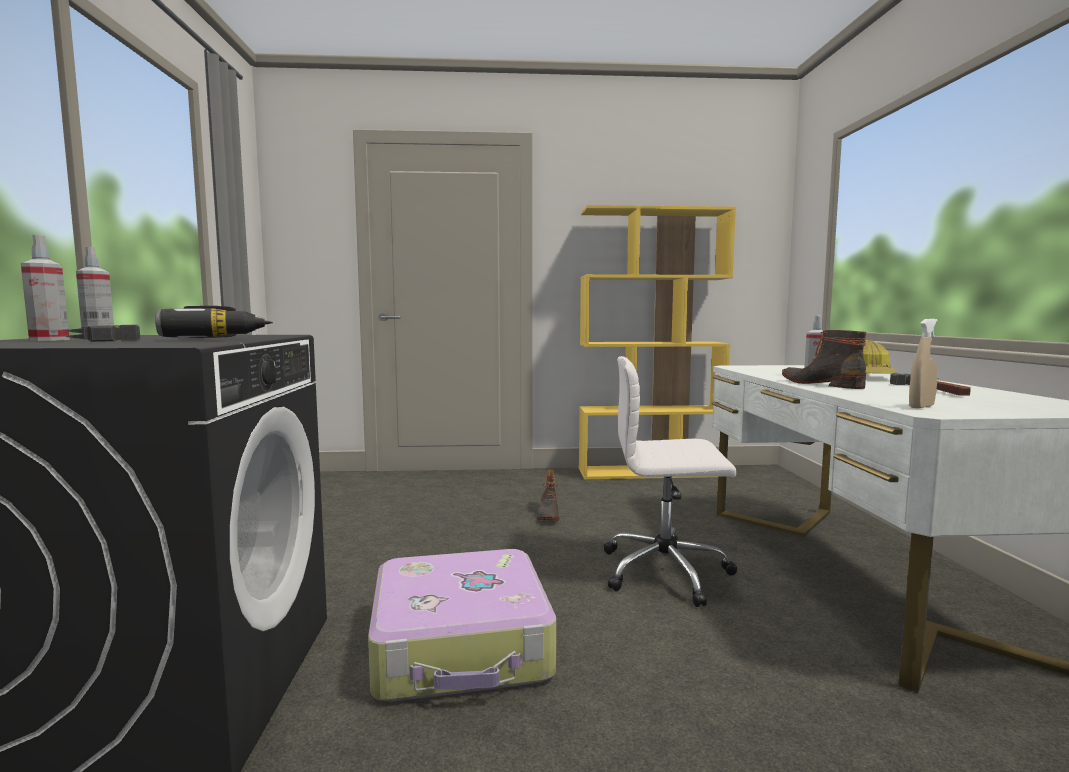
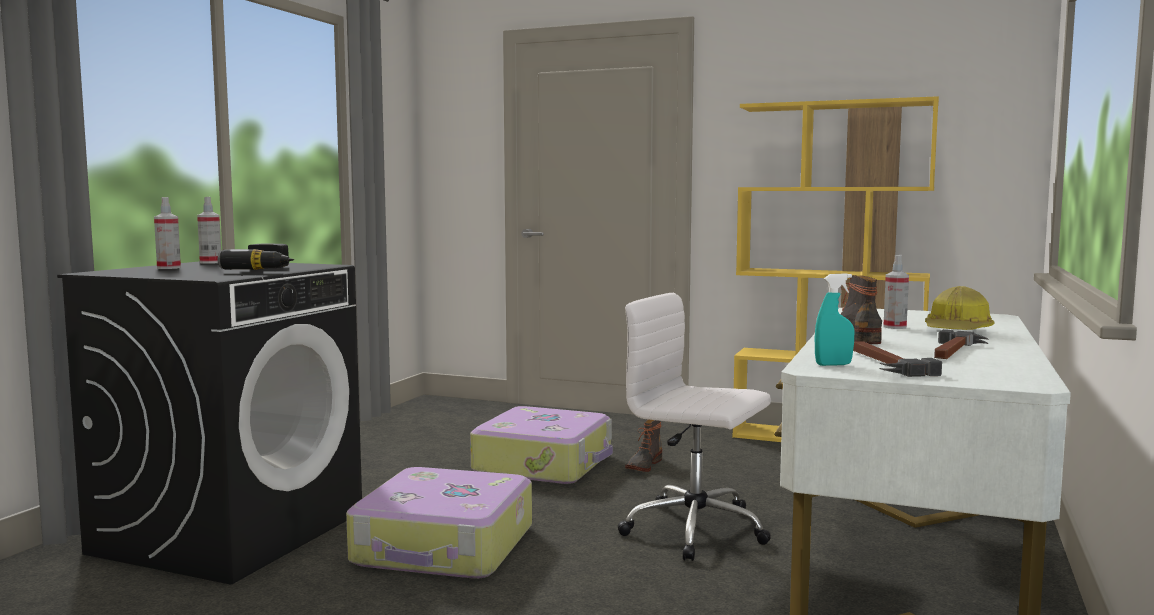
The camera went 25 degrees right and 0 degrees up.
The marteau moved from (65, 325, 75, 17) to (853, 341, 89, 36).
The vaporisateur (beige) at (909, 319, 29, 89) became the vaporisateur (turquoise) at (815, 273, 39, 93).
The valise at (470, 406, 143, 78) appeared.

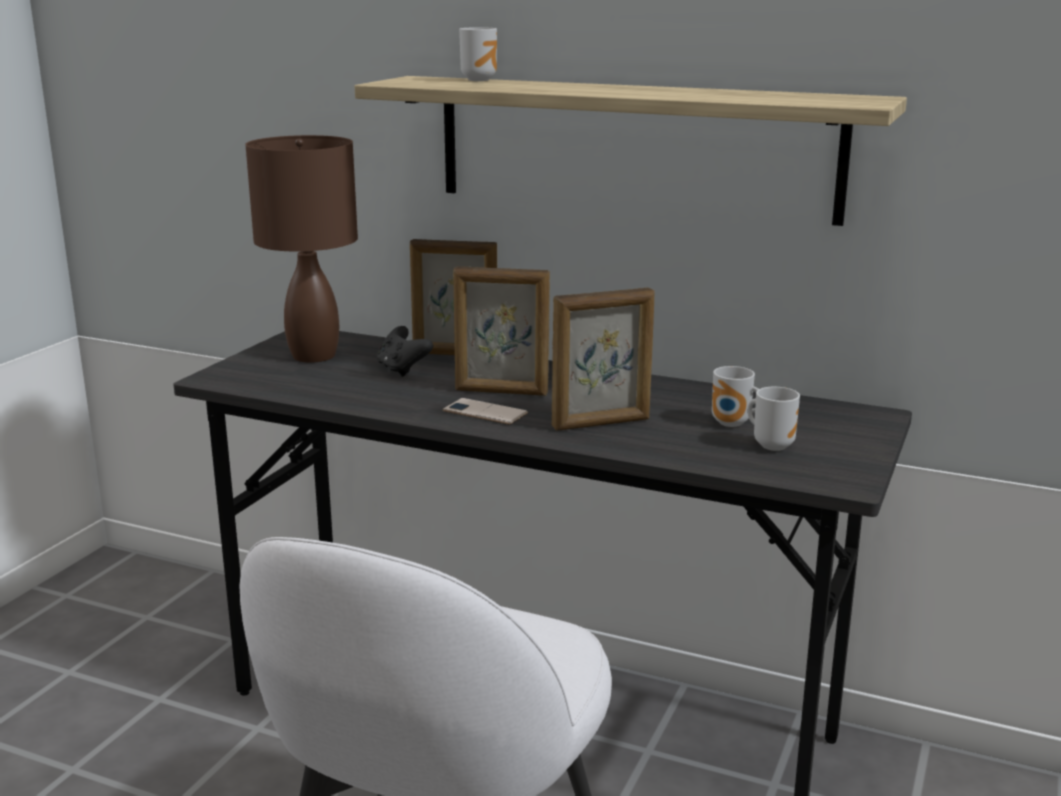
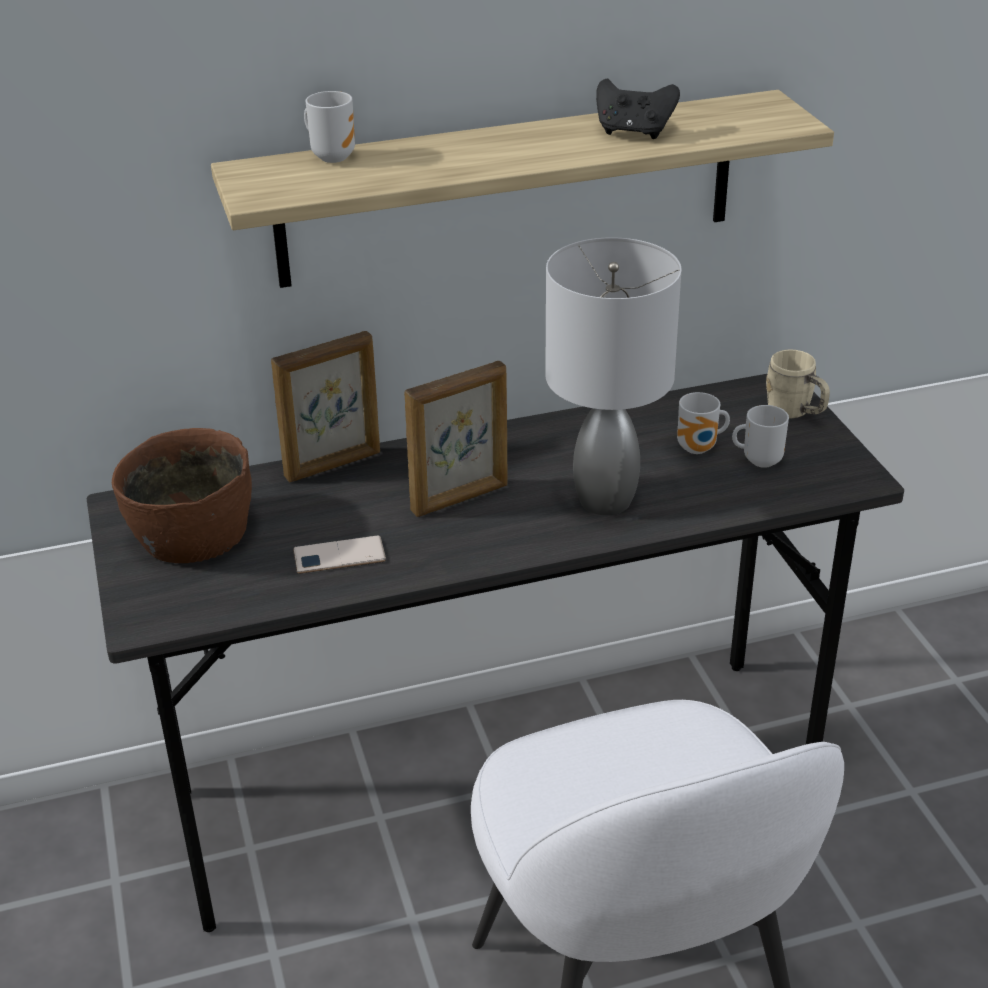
The camera went 40 degrees left and 15 degrees up.
The lampe de table (marron) at (245, 135, 113, 228) was replaced by the bol (marron) at (112, 428, 140, 135).
The manette (noir) moved from (377, 326, 56, 51) to (596, 78, 84, 61).
The téléphone moved from (443, 398, 85, 27) to (293, 535, 93, 39).
The cadre photo at (552, 288, 102, 143) was replaced by the lampe de table (gris) at (545, 237, 136, 278).
The mug (beige) at (766, 349, 64, 70) appeared.

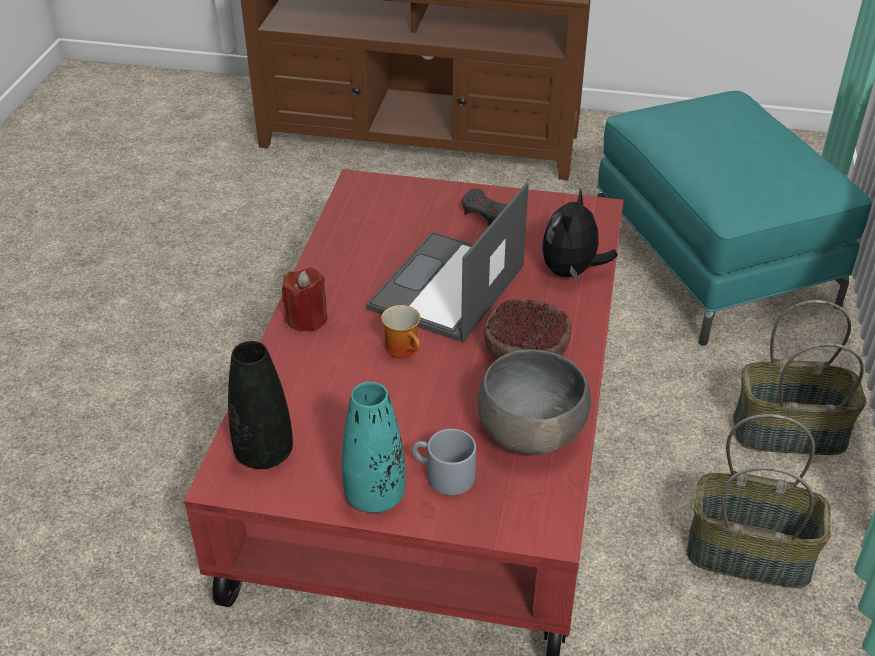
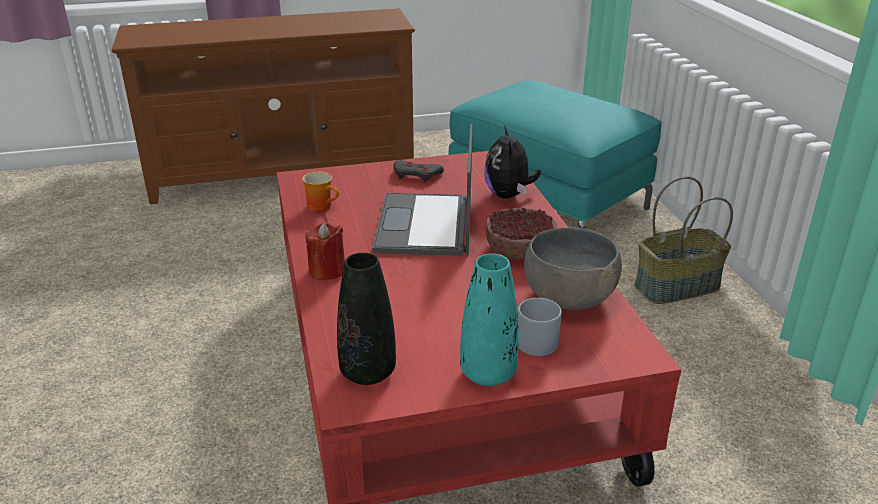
The camera went 25 degrees left and 10 degrees down.
The mug moved from (381, 305, 40, 54) to (302, 172, 37, 40).
The panier at (687, 414, 144, 174) disappeared.

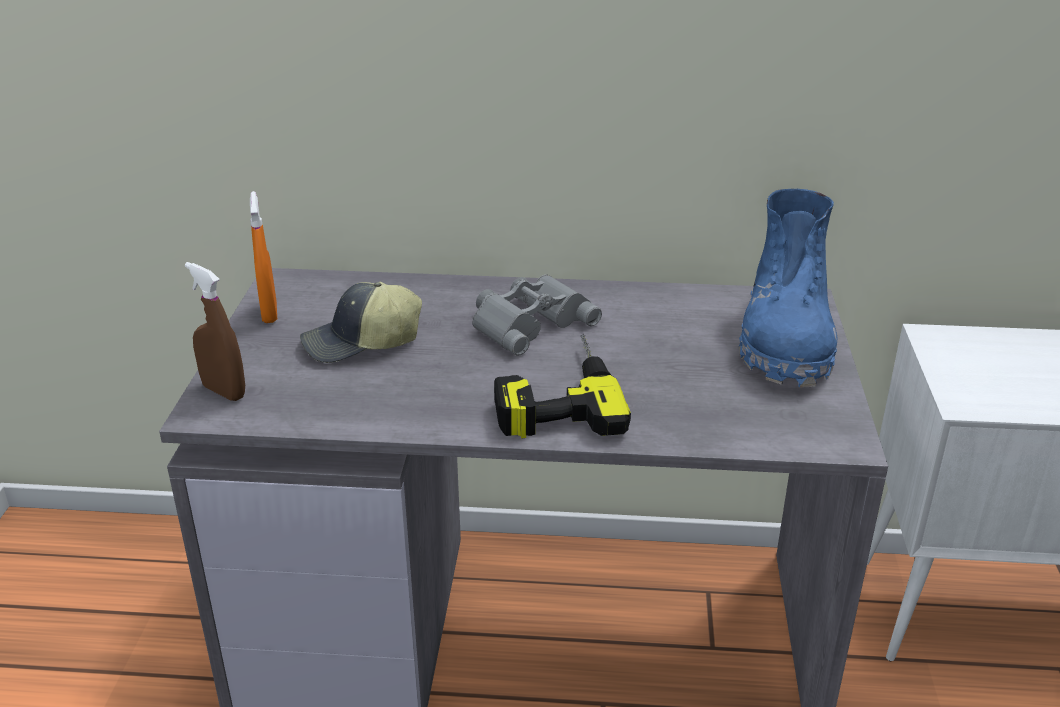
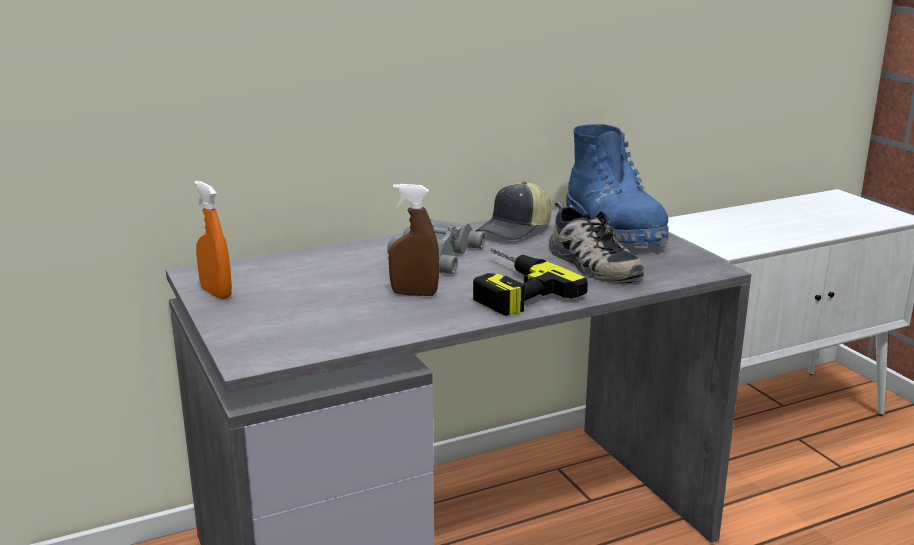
The camera went 30 degrees left and 10 degrees down.
The vaporisateur (marron) moved from (185, 262, 60, 139) to (388, 184, 51, 112).
The casquette moved from (300, 282, 122, 81) to (476, 181, 76, 59).
The chaussure at (549, 202, 95, 81) appeared.

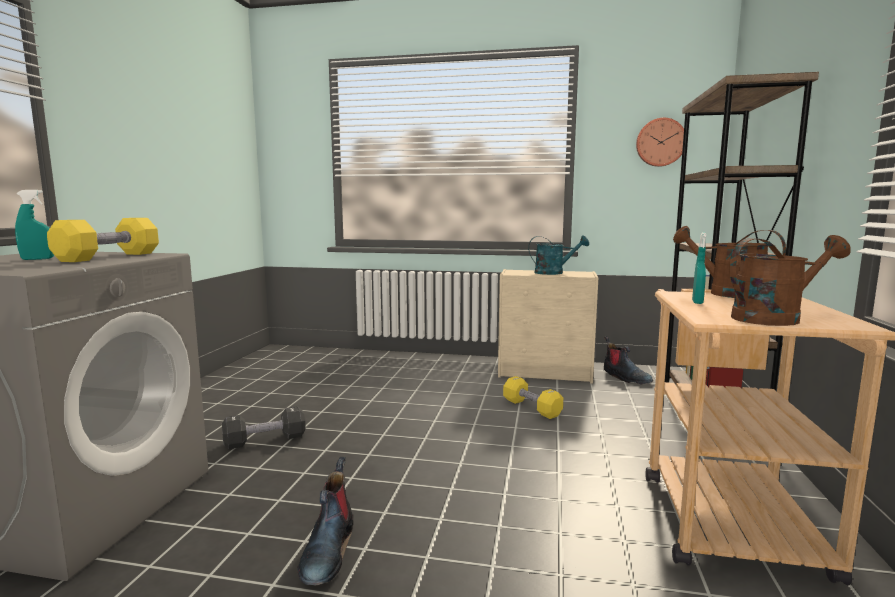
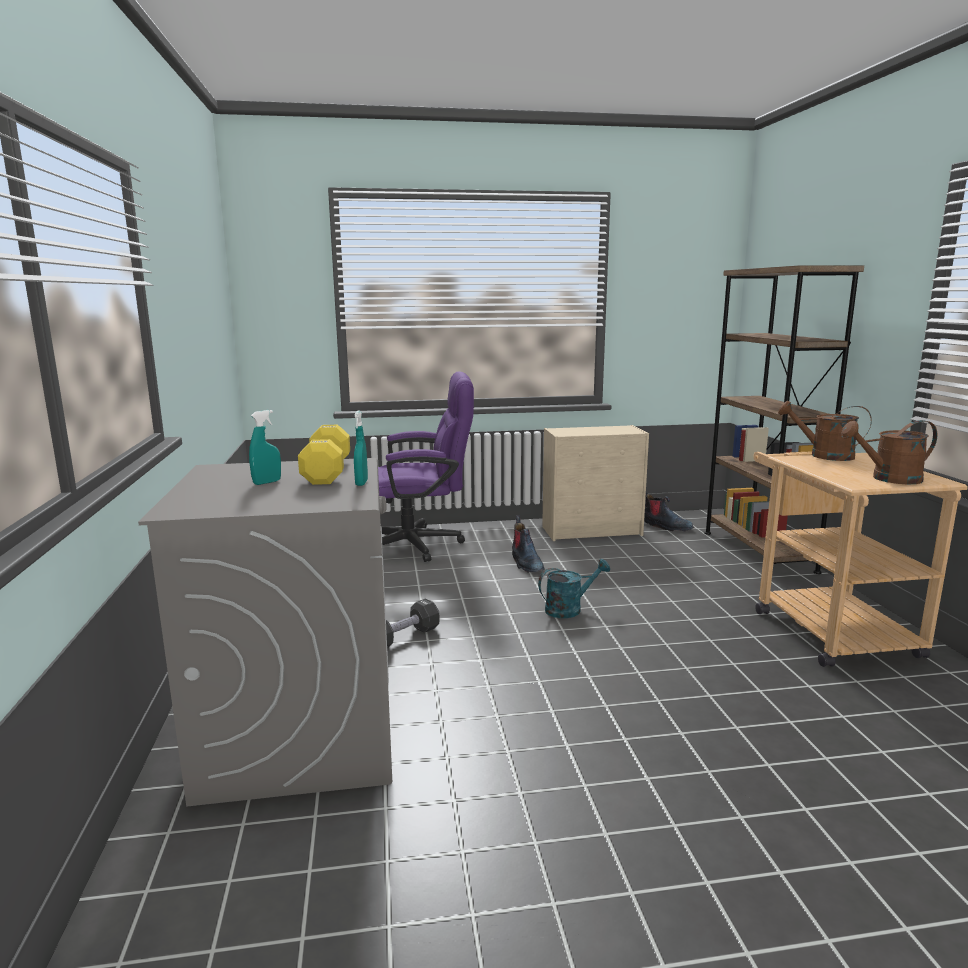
The camera went 20 degrees left and 5 degrees up.
The botte moved from (297, 457, 56, 129) to (512, 515, 32, 58).
The haltère (jaune) at (503, 376, 60, 43) disappeared.
The arrosoir (turquoise) moved from (528, 236, 61, 39) to (538, 559, 72, 59).
The horloge murale at (636, 118, 48, 49) disappeared.
The vaporisateur (turquoise) moved from (692, 233, 14, 71) to (354, 411, 14, 75).
The arrosoir (marron) at (729, 235, 122, 91) turned 150 degrees counterclockwise.
The chaise de bureau (violet) at (378, 371, 96, 191) appeared.

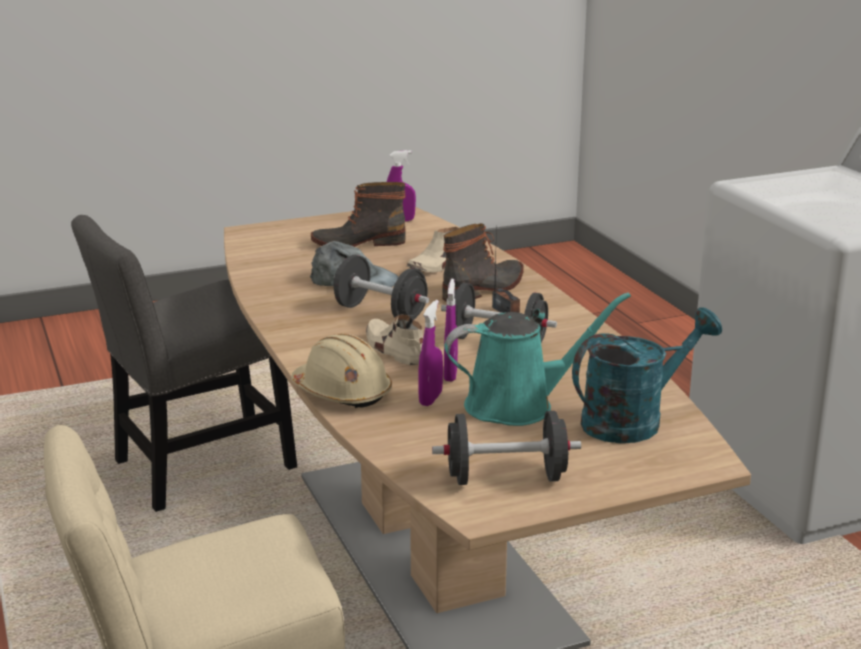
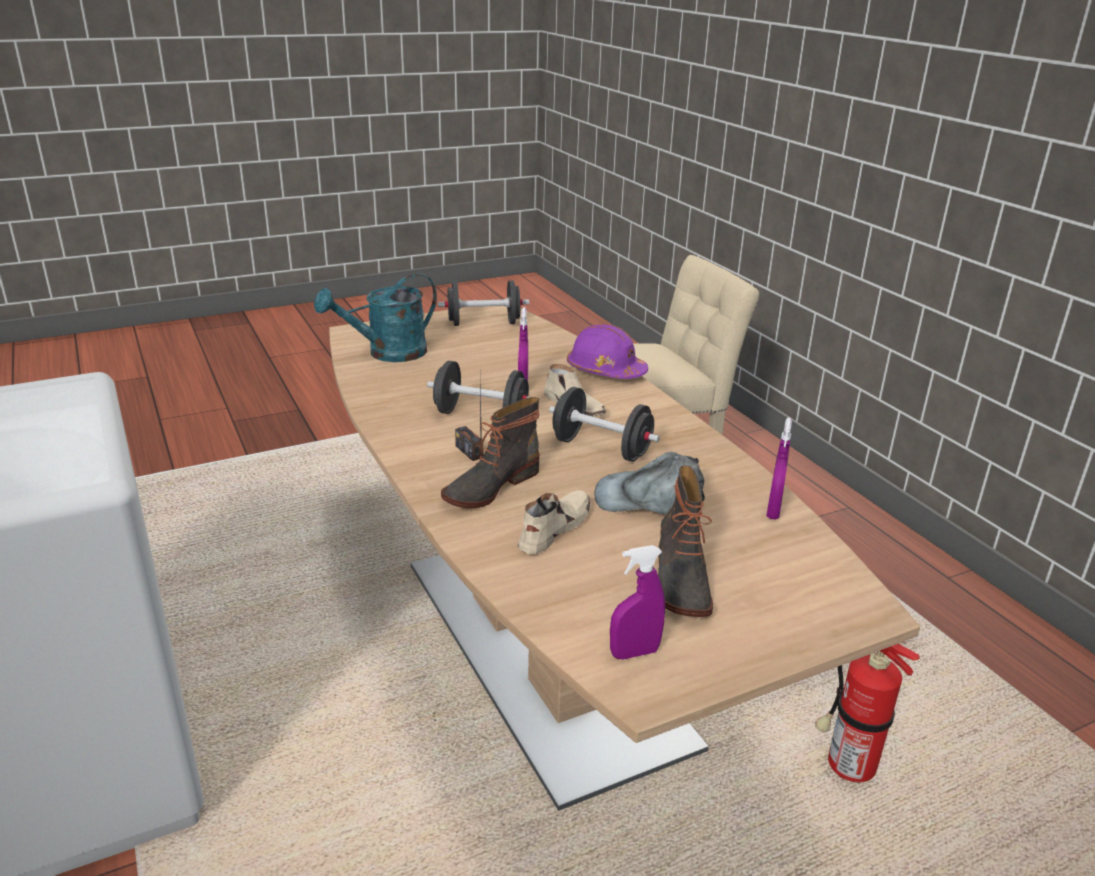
The camera went 175 degrees right and 5 degrees up.
The chaise (gris) at (71, 215, 226, 297) was replaced by the extincteur at (815, 642, 105, 141).
The casque de chantier (beige) at (291, 334, 101, 74) became the casque de chantier (violet) at (567, 324, 81, 55).
The botte at (311, 182, 95, 65) turned 105 degrees clockwise.
The vaporisateur (violet) moved from (418, 300, 25, 106) to (766, 418, 26, 101).
The arrosoir (turquoise) at (445, 292, 186, 134) disappeared.

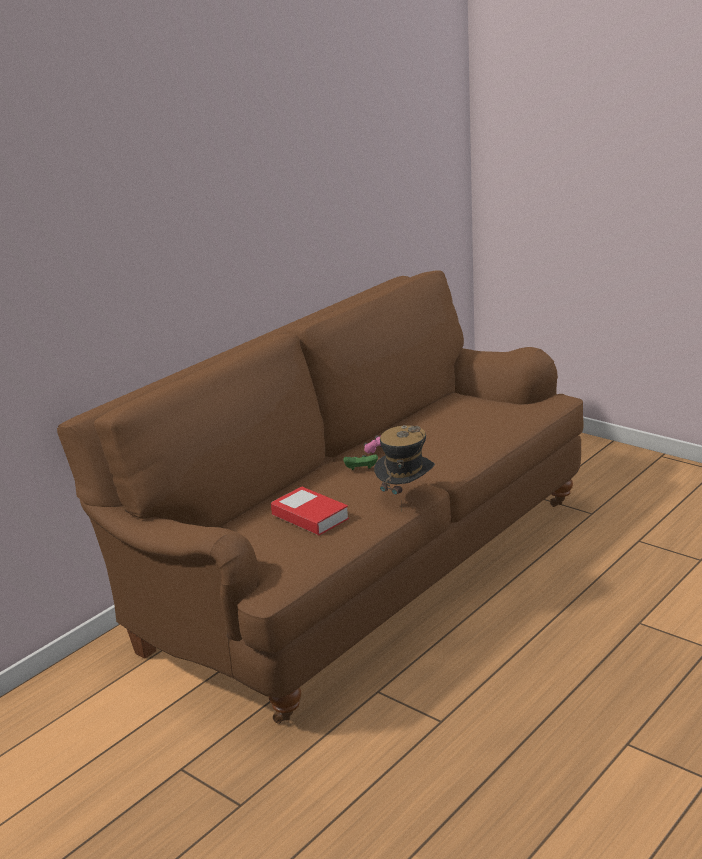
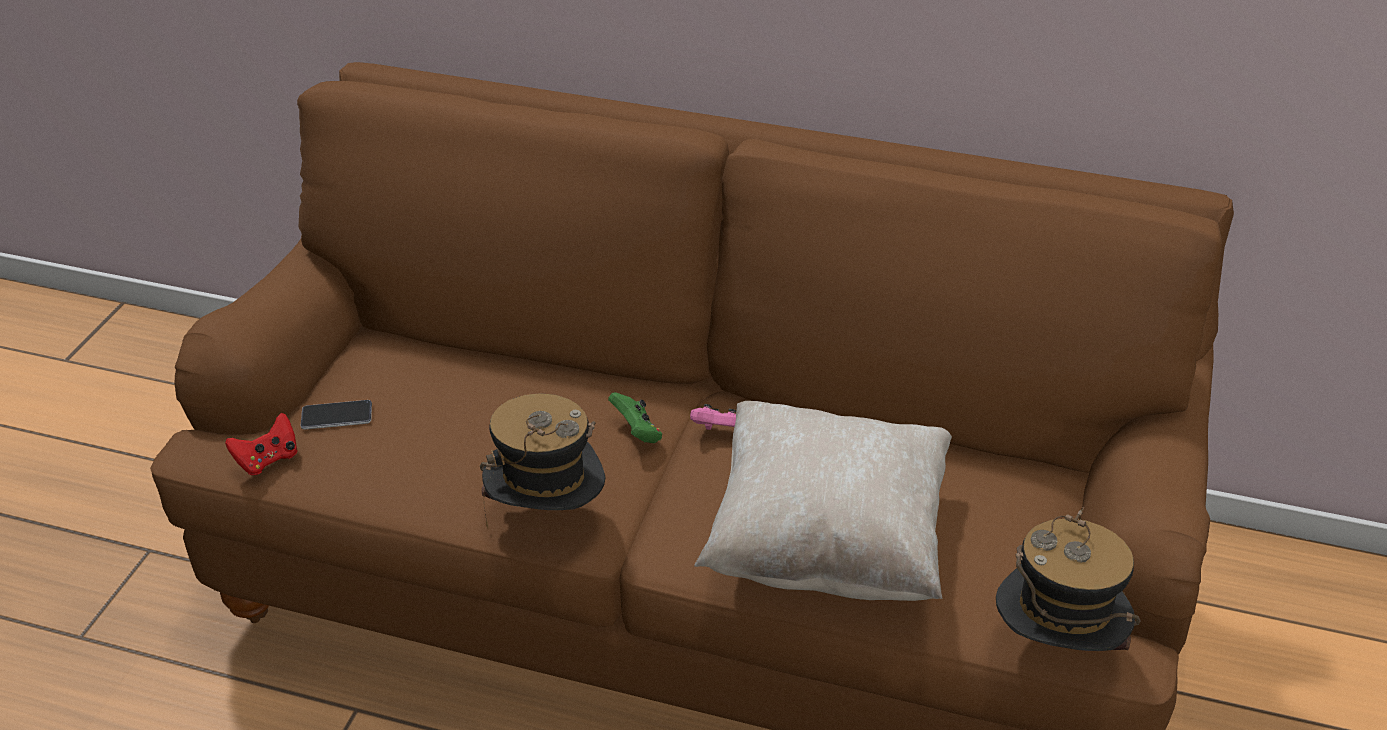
The camera went 65 degrees right and 15 degrees up.
The livre at (271, 486, 78, 49) disappeared.
The manette (rouge) at (225, 413, 73, 62) appeared.
The téléphone at (301, 400, 71, 30) appeared.
The coussin (beige) at (694, 401, 258, 200) appeared.
The chapeau at (996, 507, 145, 144) appeared.

